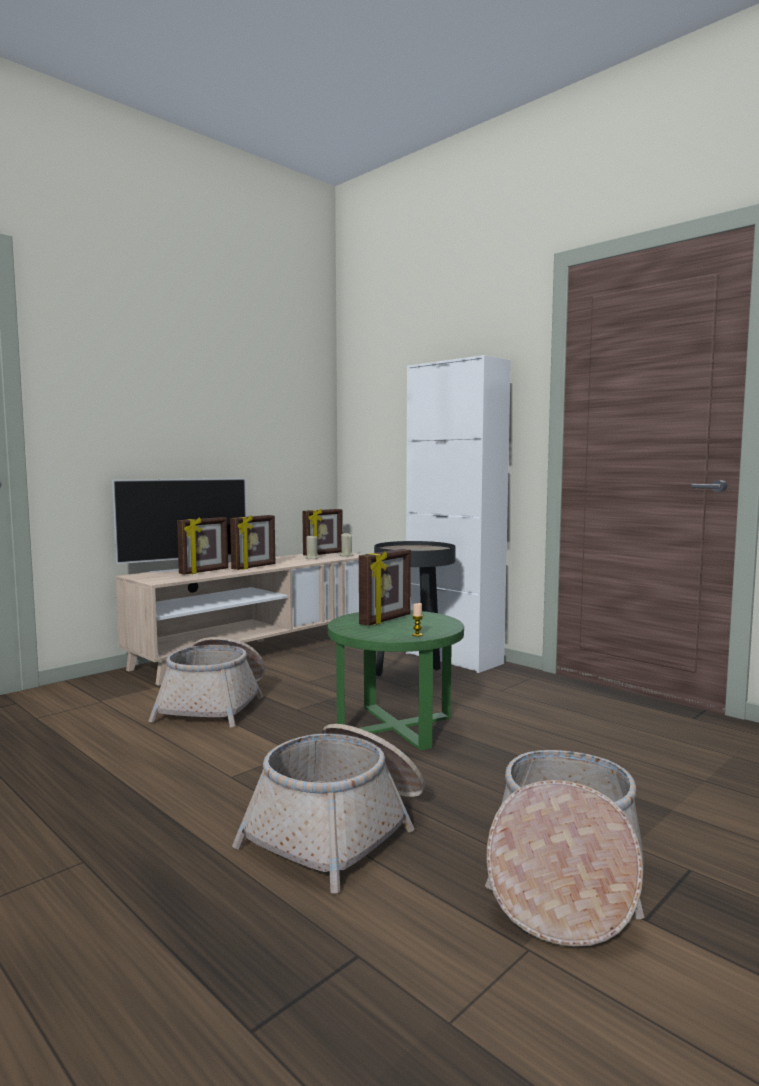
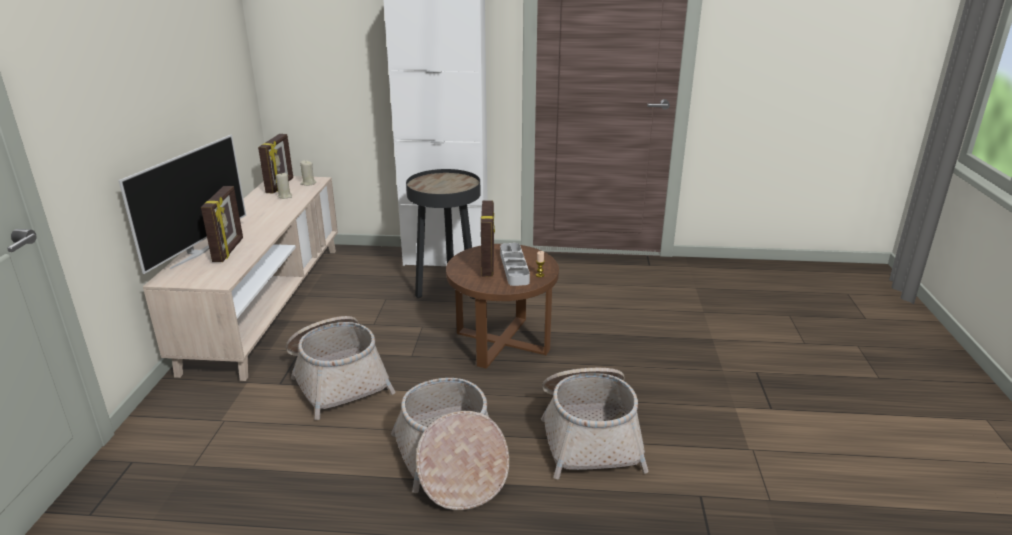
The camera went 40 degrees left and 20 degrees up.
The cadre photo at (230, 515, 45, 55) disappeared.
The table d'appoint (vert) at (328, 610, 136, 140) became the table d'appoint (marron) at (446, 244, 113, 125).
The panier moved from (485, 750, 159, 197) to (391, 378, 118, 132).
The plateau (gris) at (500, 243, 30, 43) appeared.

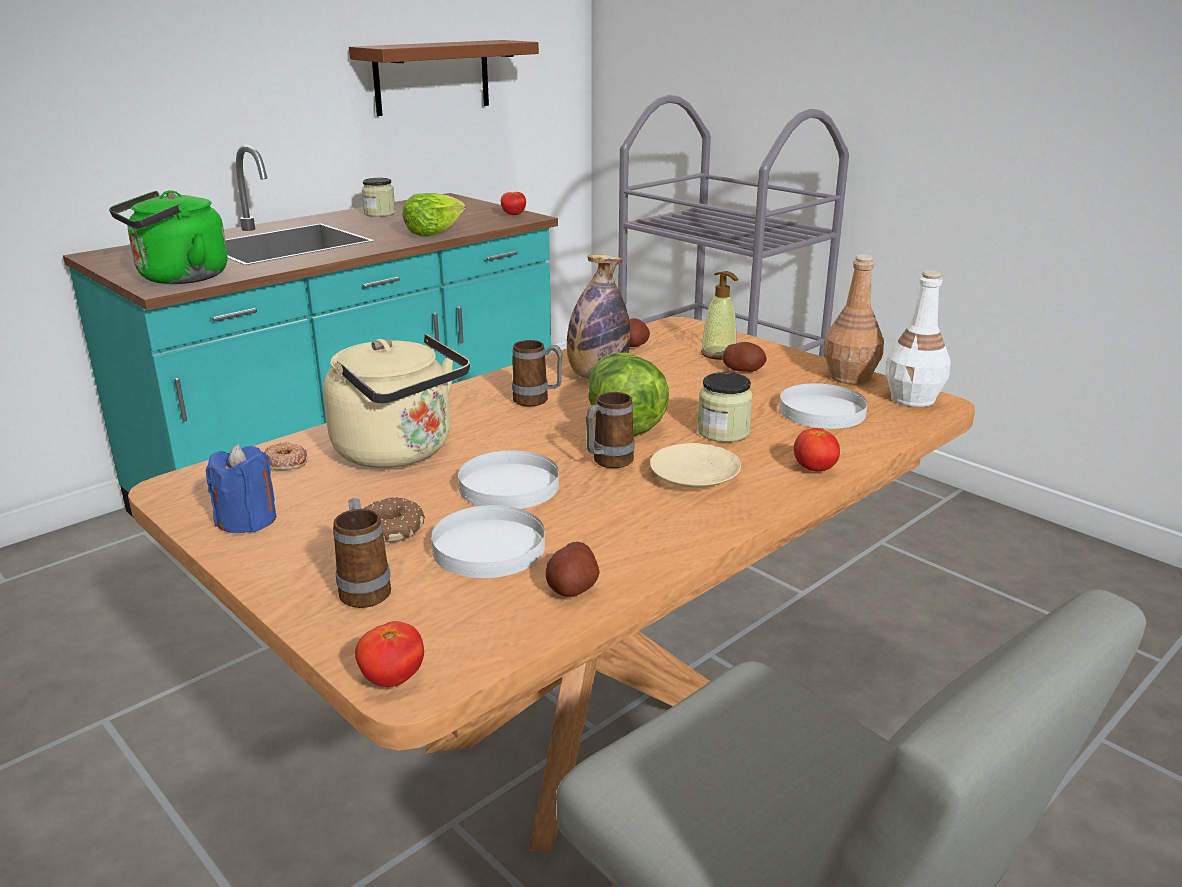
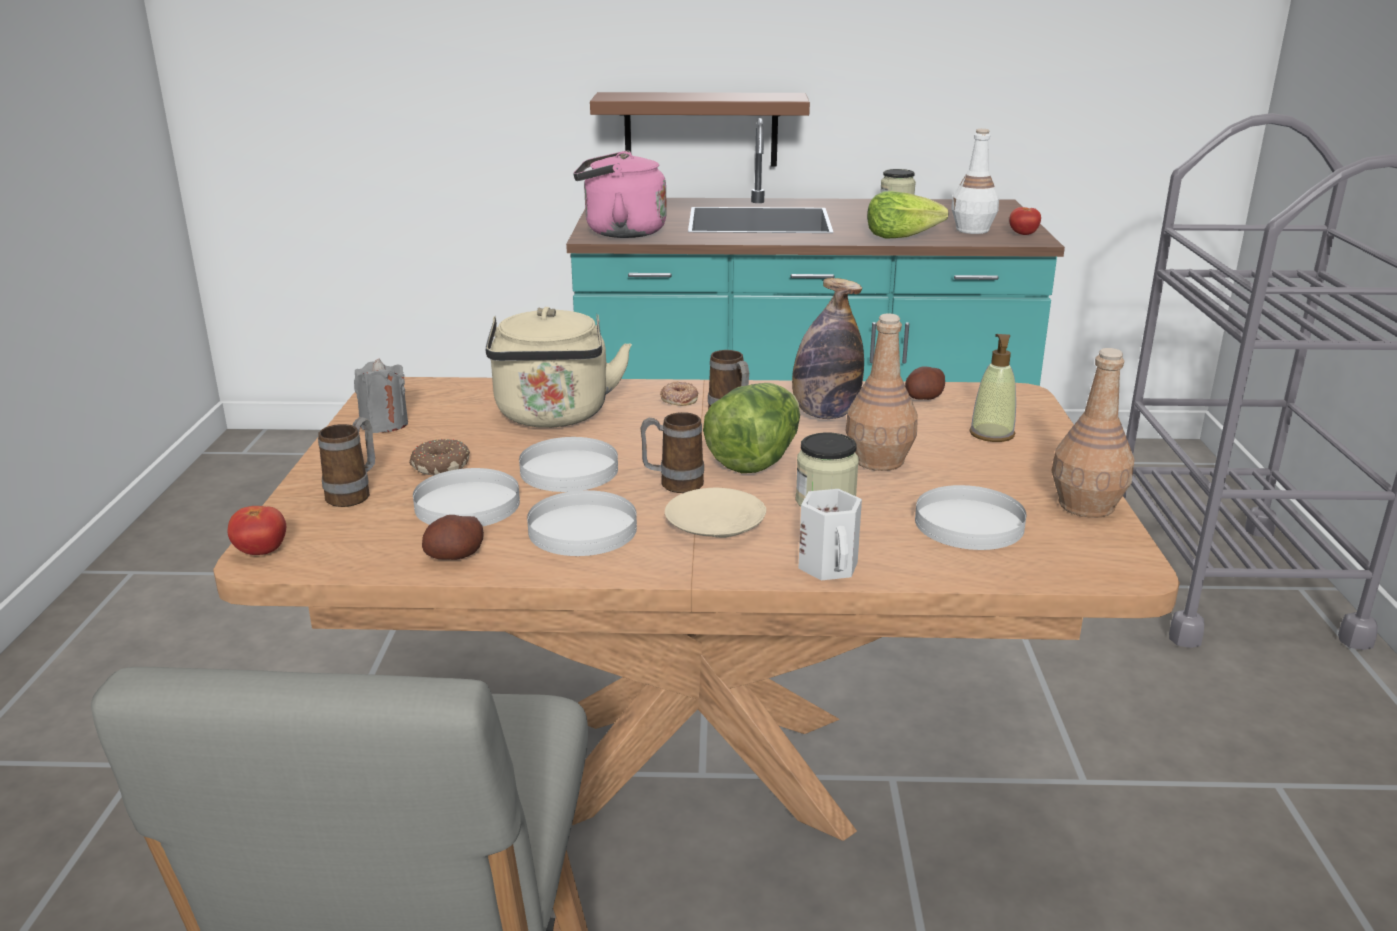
The camera went 45 degrees right and 0 degrees up.
The bouilloire (vert) at (109, 190, 119, 94) became the bouilloire (rose) at (573, 150, 94, 88).
The bougie (bleu) at (206, 444, 71, 89) became the bougie (gris) at (354, 358, 54, 75).
The beignet moved from (264, 442, 44, 28) to (660, 381, 38, 25).
The étagère (marron) moved from (349, 40, 190, 76) to (590, 92, 220, 75).
The pomme de terre at (723, 342, 44, 30) disappeared.
The tomate at (794, 428, 46, 43) was replaced by the mug (blanc) at (798, 489, 64, 92).
The bouteille (blanc) moved from (885, 270, 66, 137) to (951, 129, 48, 105).
The assiette (blanc) at (527, 490, 110, 66) appeared.
The bouteille (marron) at (845, 314, 73, 157) appeared.

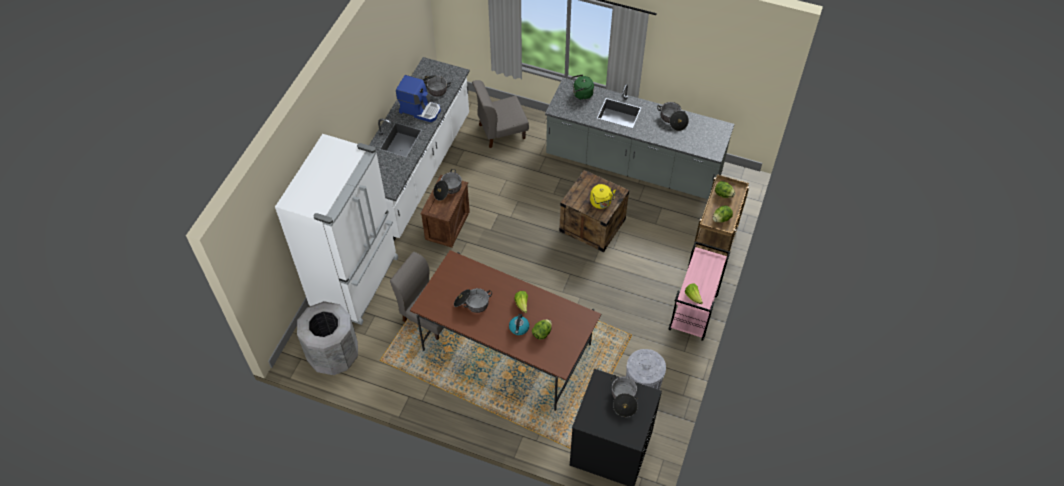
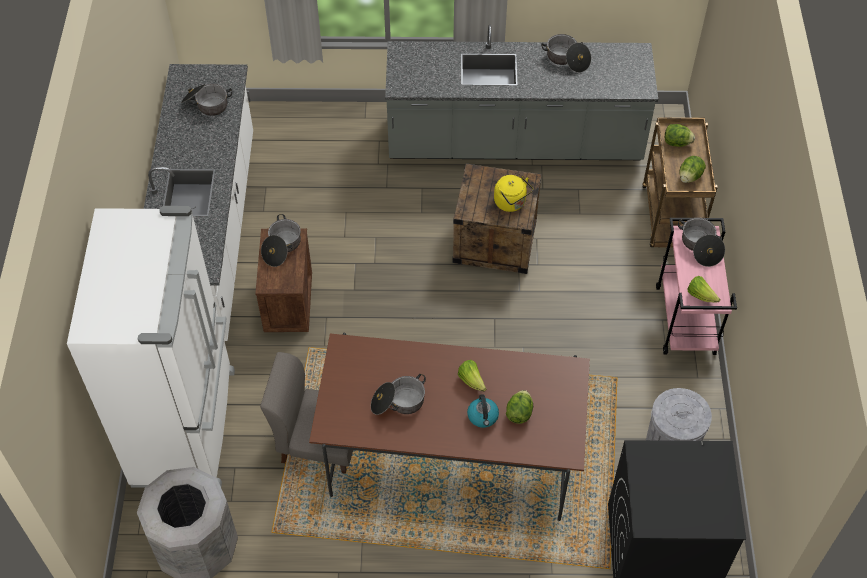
The camera went 20 degrees left and 0 degrees up.
The machine à café at (396, 75, 45, 47) disappeared.
The chaise (gris) at (472, 80, 57, 68) disappeared.
The bouilloire (vert) at (571, 74, 23, 26) disappeared.
The marmite moved from (611, 375, 27, 42) to (678, 217, 47, 50).

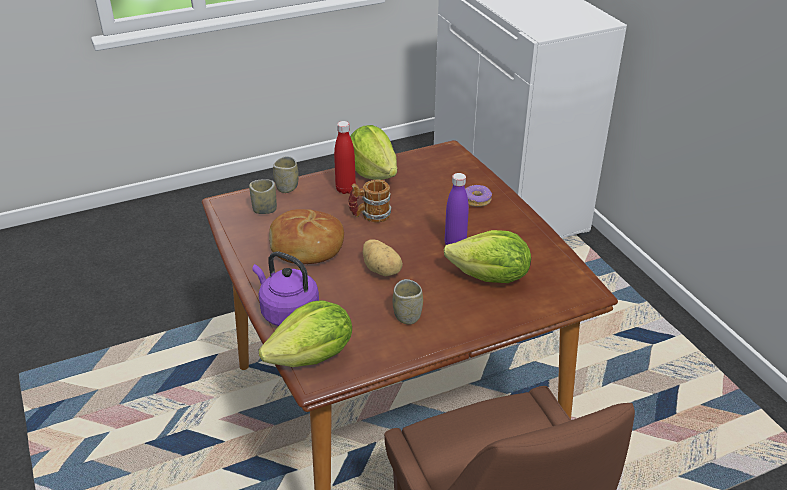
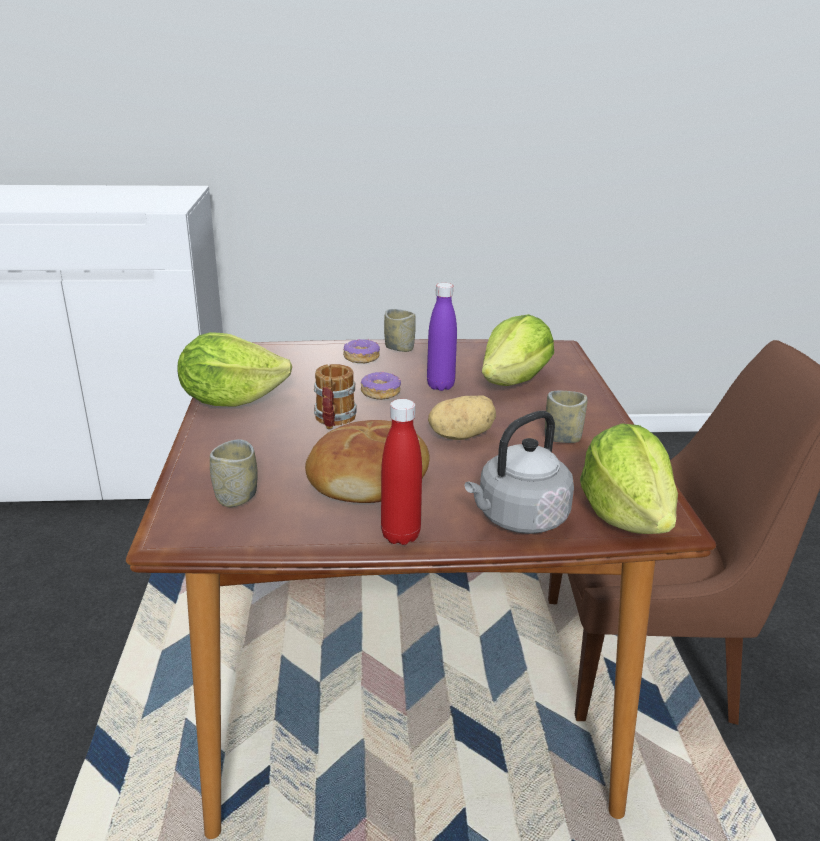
The camera went 70 degrees left and 10 degrees down.
The bouilloire (violet) at (252, 251, 67, 75) became the bouilloire (gris) at (465, 411, 109, 123).
The tasse moved from (273, 156, 26, 37) to (384, 309, 32, 43).
The bouteille (rouge) moved from (334, 121, 22, 73) to (381, 399, 41, 146).
The beignet at (361, 371, 40, 29) appeared.

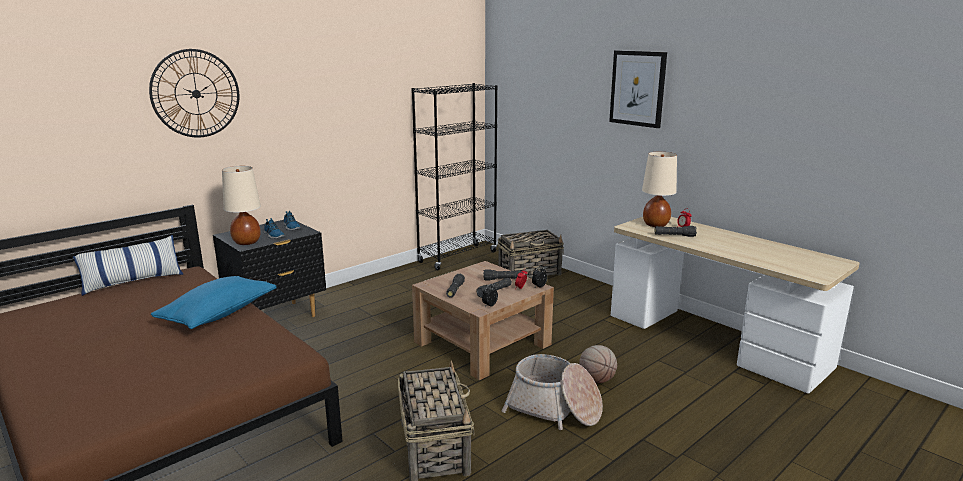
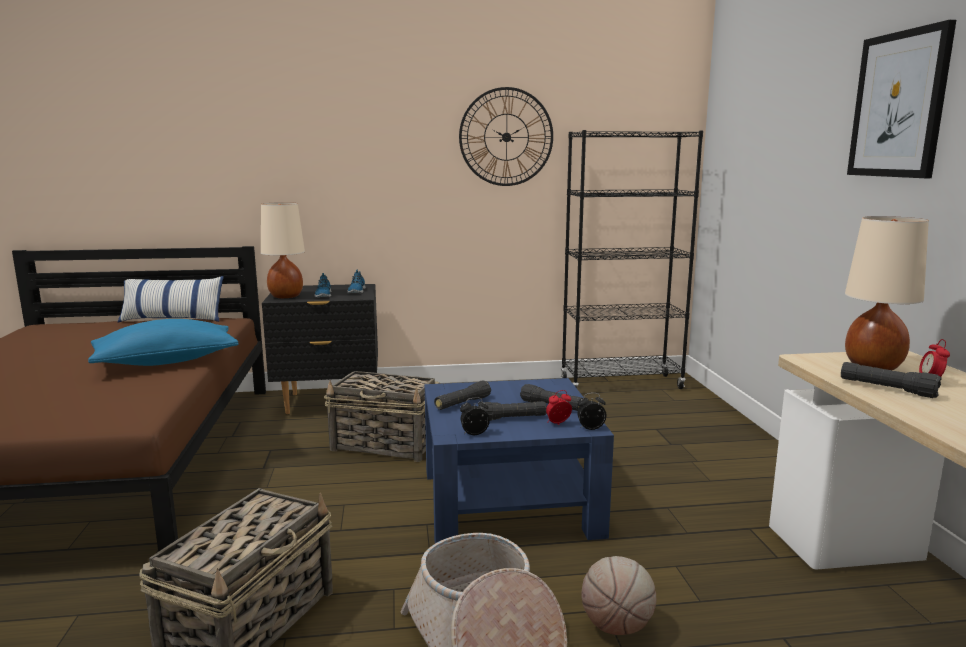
The camera went 35 degrees right and 5 degrees down.
The horloge murale moved from (149, 49, 90, 89) to (459, 87, 94, 99).
The table basse (marron) at (412, 261, 142, 120) became the table basse (bleu) at (425, 378, 189, 165).
The panier moved from (498, 230, 66, 48) to (324, 371, 115, 91).

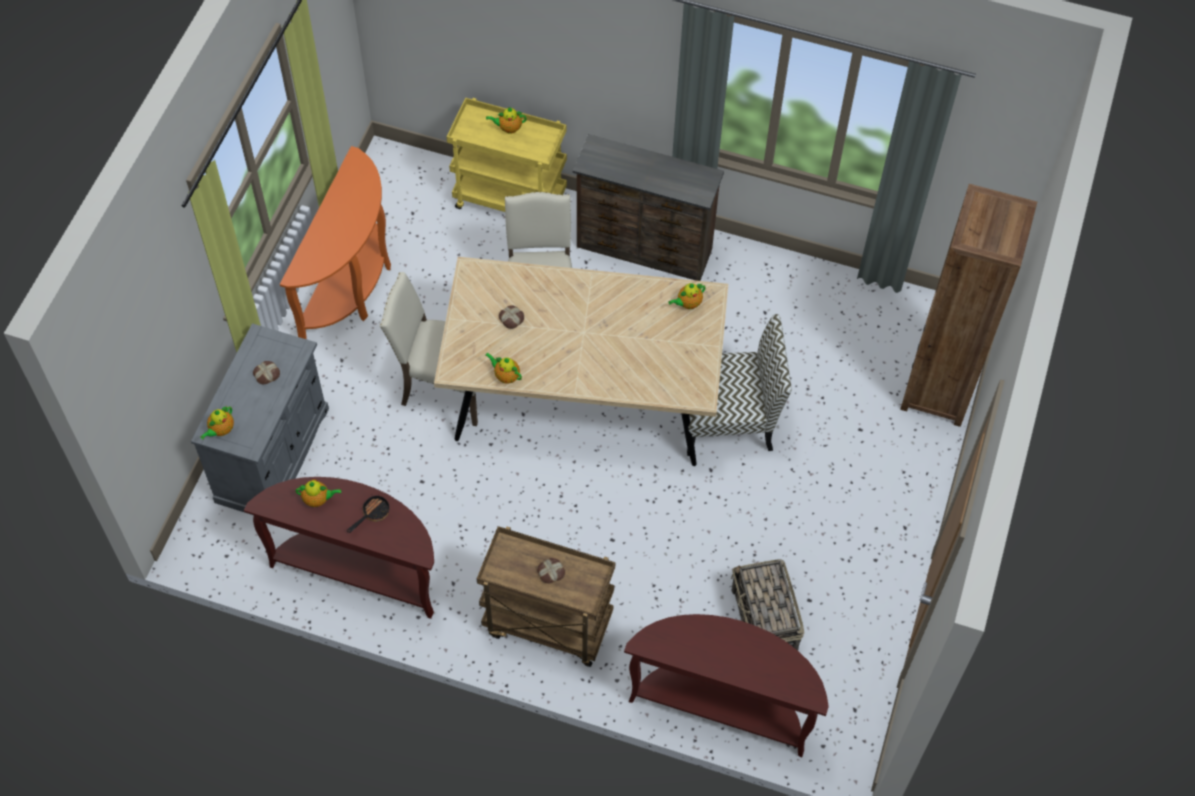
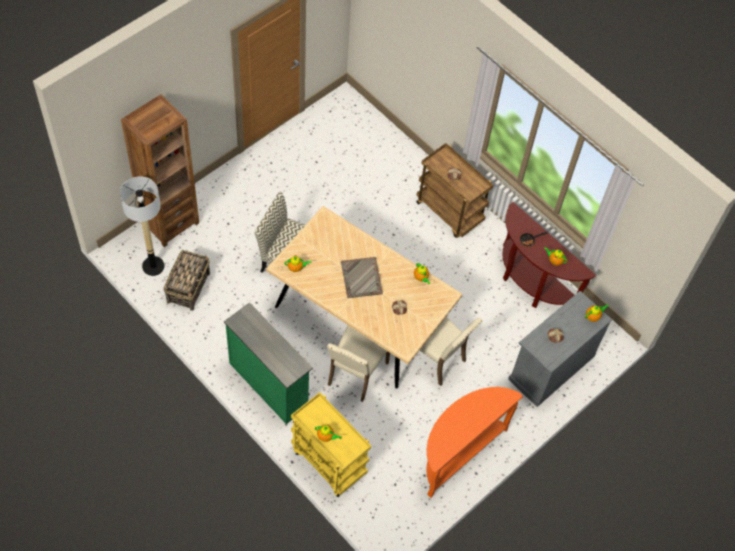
The camera went 155 degrees left and 0 degrees up.
The commode (marron) at (573, 134, 151, 147) became the commode (vert) at (224, 302, 89, 122).
The table console (marron) at (624, 614, 205, 143) disappeared.
The panier moved from (731, 559, 73, 91) to (163, 250, 47, 61).
The lampadaire at (120, 176, 44, 100) appeared.
The plateau (gris) at (341, 257, 42, 41) appeared.

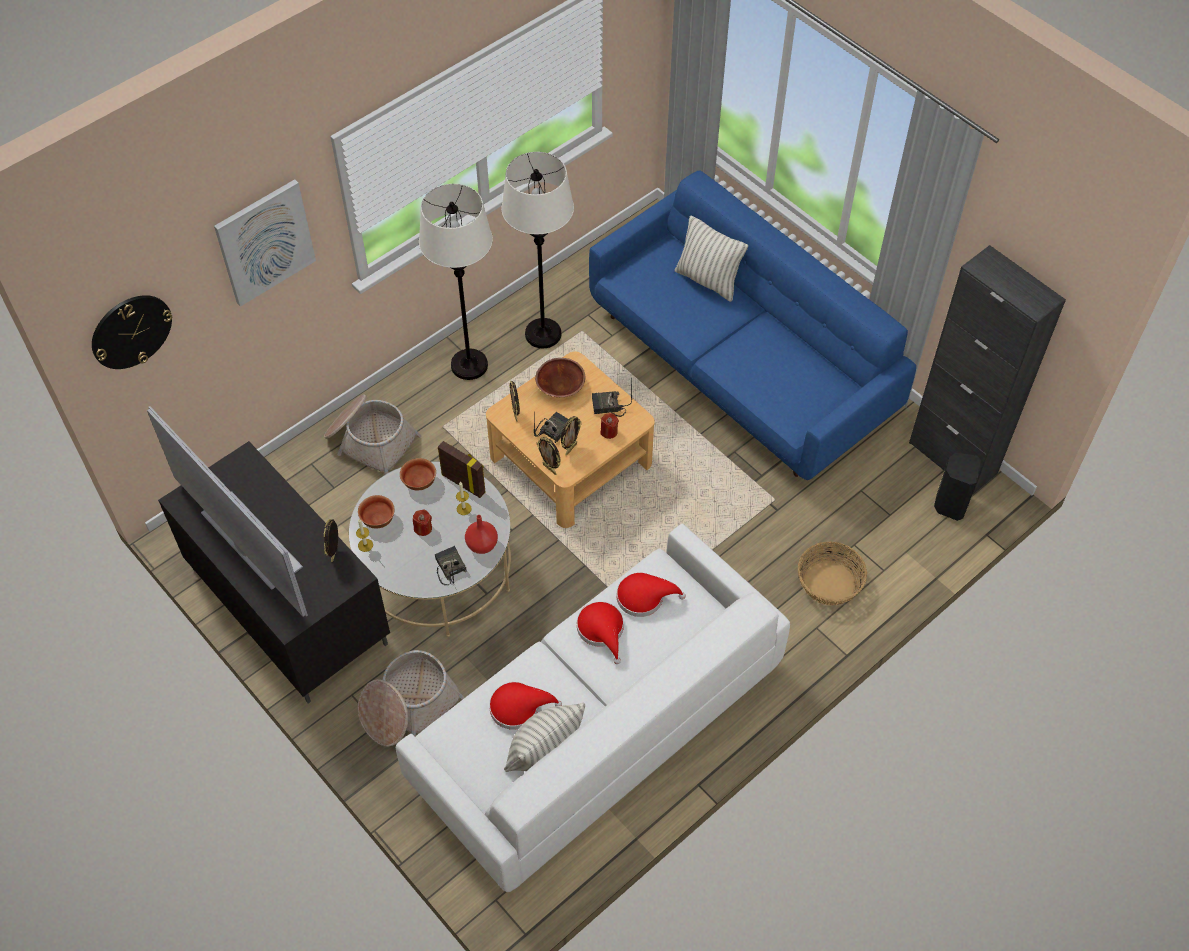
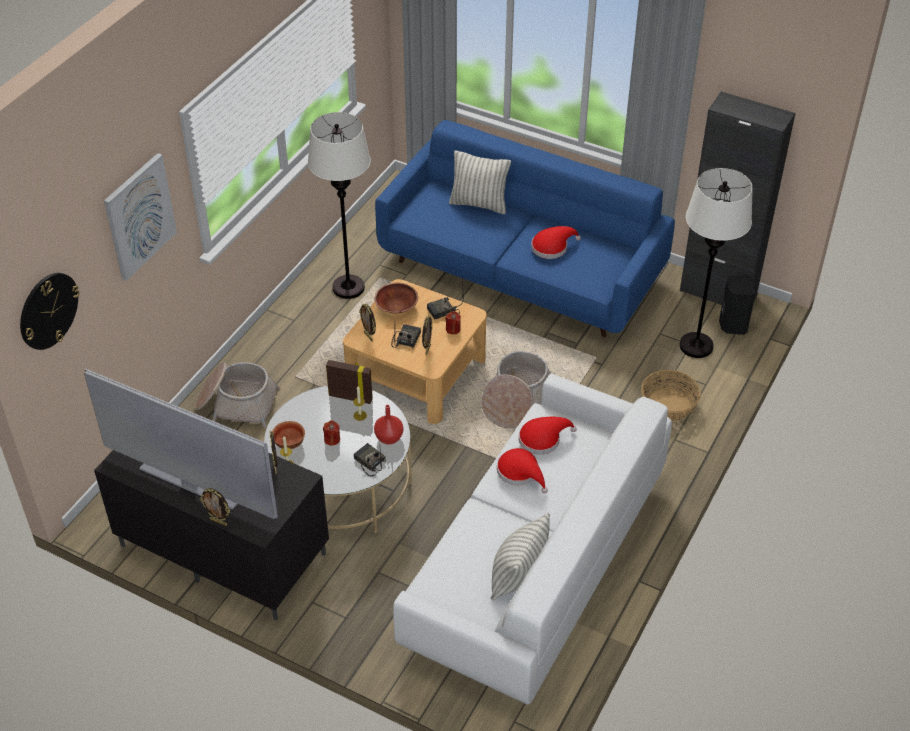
The camera went 20 degrees left and 10 degrees down.
The panier moved from (358, 650, 107, 97) to (482, 351, 69, 77).
The bol at (400, 458, 36, 33) disappeared.
The lampadaire (blanc) moved from (419, 184, 74, 196) to (680, 168, 73, 190).
The chapeau (rouge) moved from (489, 682, 73, 48) to (531, 226, 50, 33).
The cadre photo moved from (536, 437, 25, 38) to (200, 488, 30, 38).

